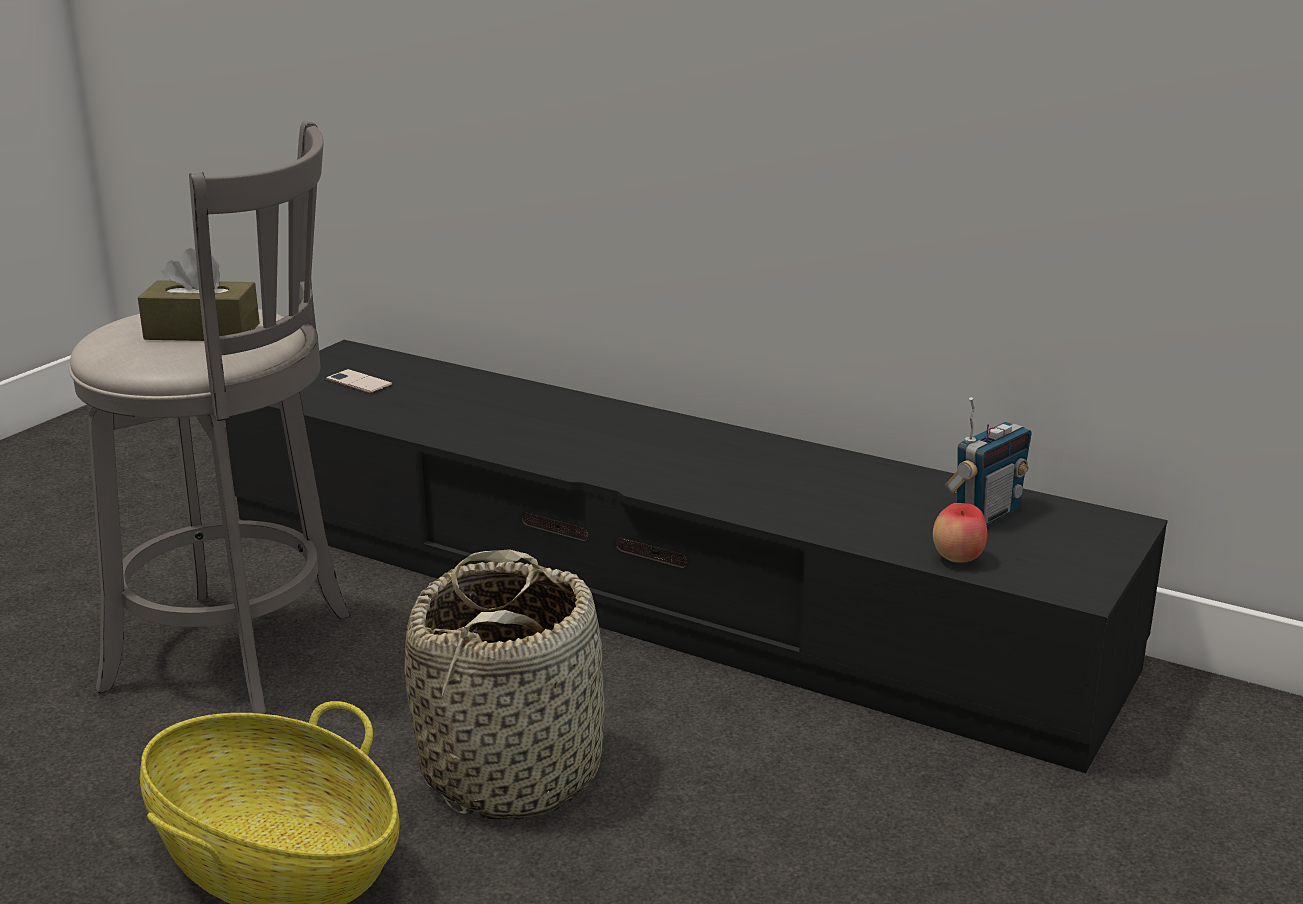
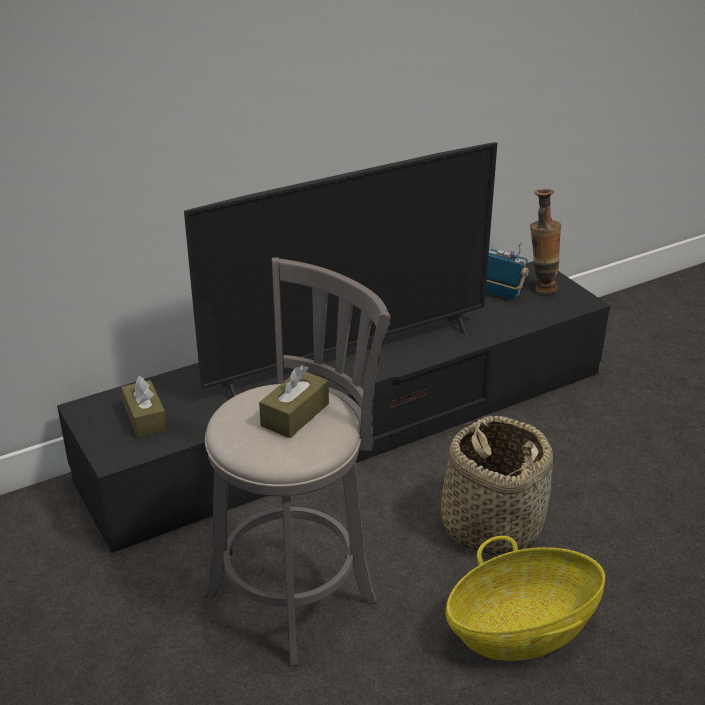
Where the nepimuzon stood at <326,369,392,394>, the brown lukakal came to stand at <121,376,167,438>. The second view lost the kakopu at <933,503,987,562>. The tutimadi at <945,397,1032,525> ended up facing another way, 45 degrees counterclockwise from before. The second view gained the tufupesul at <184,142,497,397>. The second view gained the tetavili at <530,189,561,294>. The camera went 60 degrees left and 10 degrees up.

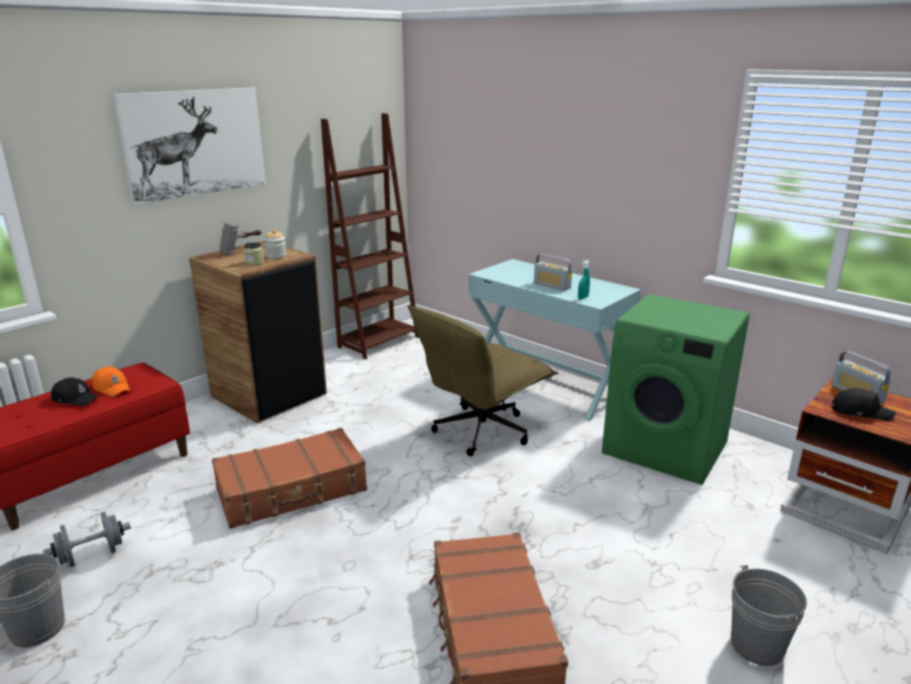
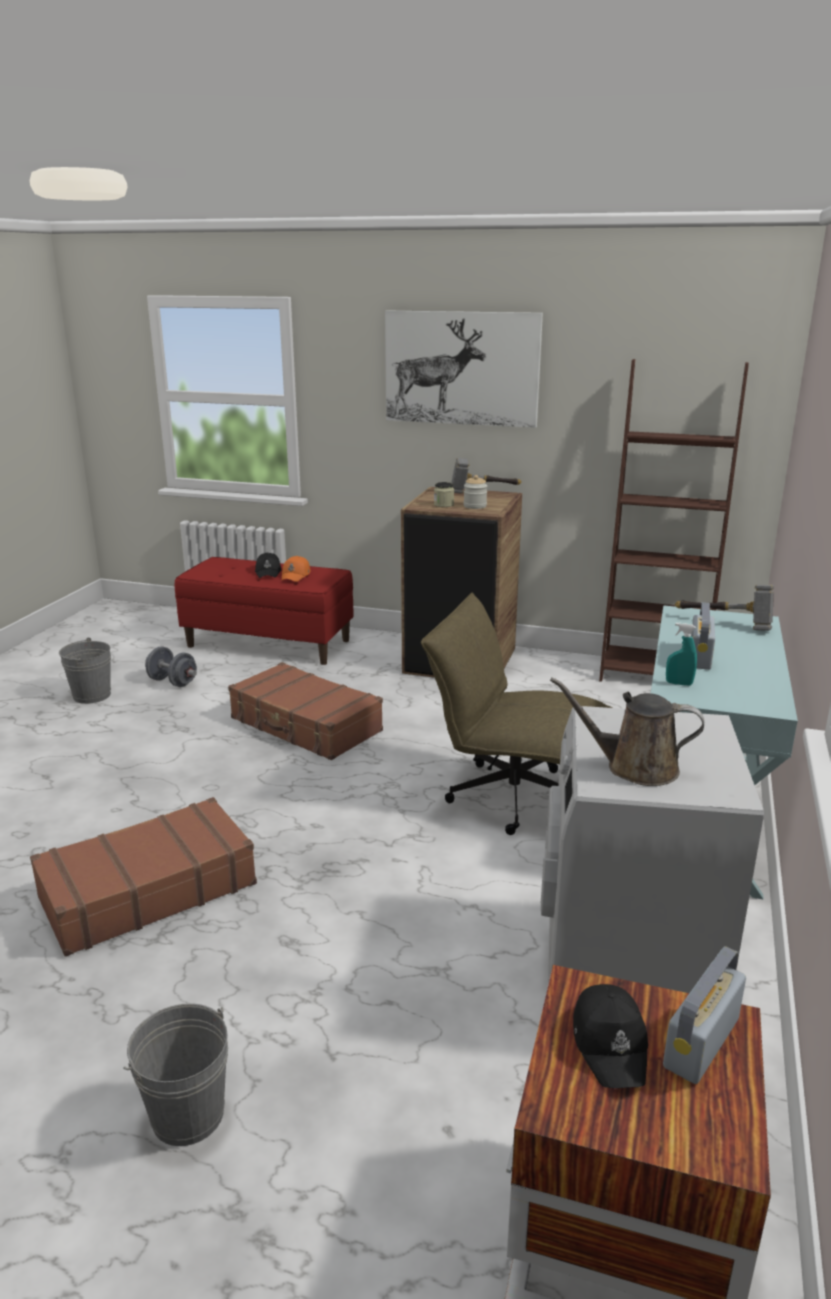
What was the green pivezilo at <602,294,750,485> turned into the white pivezilo at <541,706,764,993>. The second view gained the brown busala at <550,677,704,786>. The second view gained the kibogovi at <675,584,774,631>. The camera went 65 degrees right and 0 degrees up.

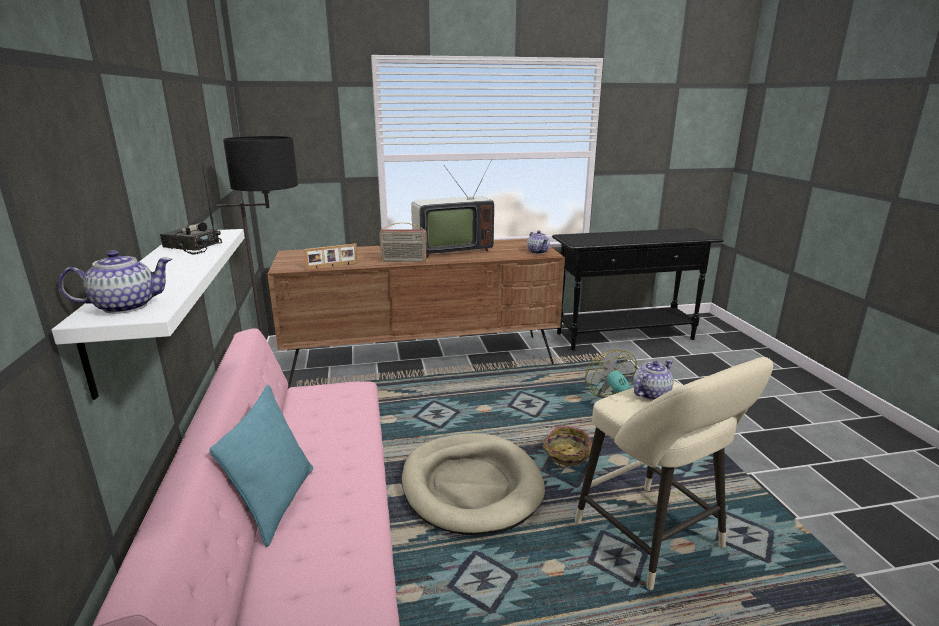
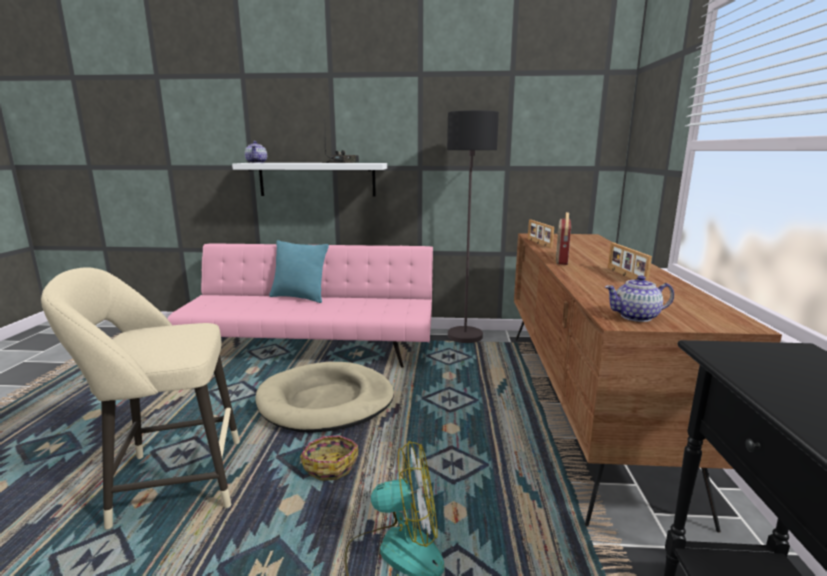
Where the tufupesul stood at <411,161,494,258>, the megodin came to stand at <608,242,652,281>. The second view lost the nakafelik at <633,360,673,400>. The camera went 105 degrees right and 5 degrees down.

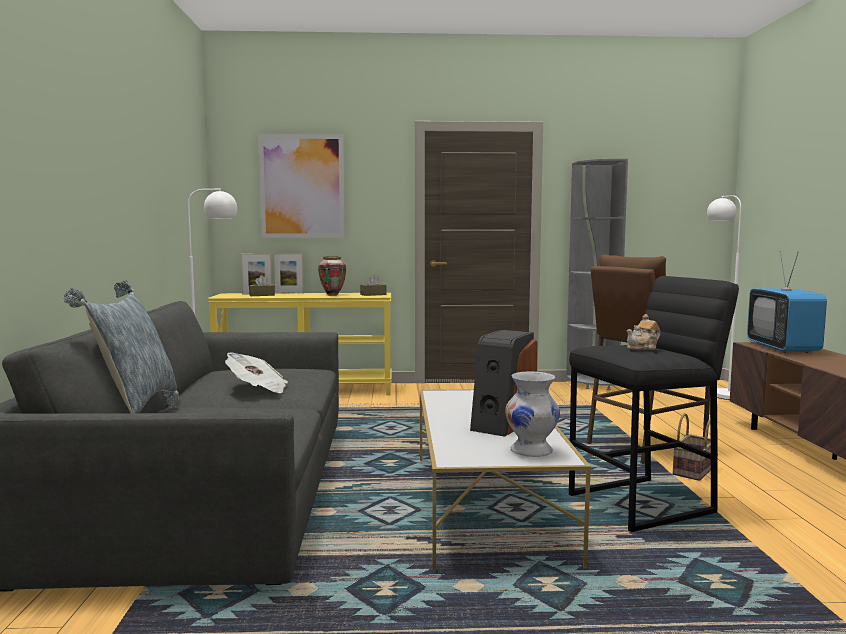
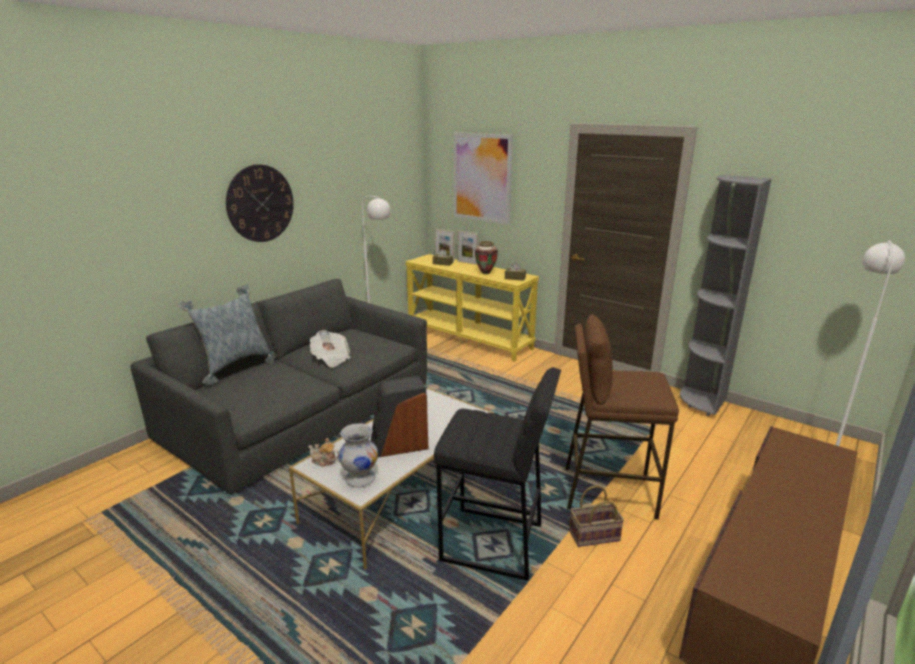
The nakafelik ended up elsewhere, having gone from <626,314,661,350> to <308,438,339,467>. The second view lost the tufupesul at <747,251,827,353>. The second view gained the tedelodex at <226,164,294,242>. The camera went 40 degrees right and 15 degrees up.

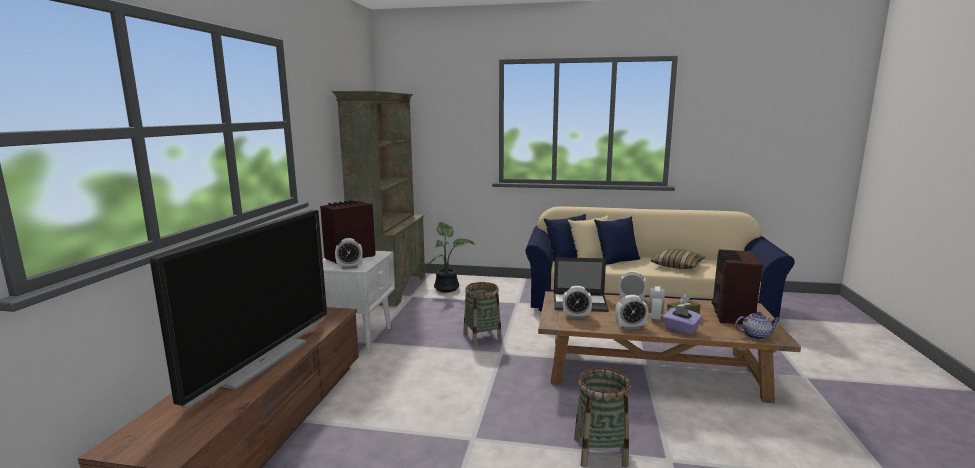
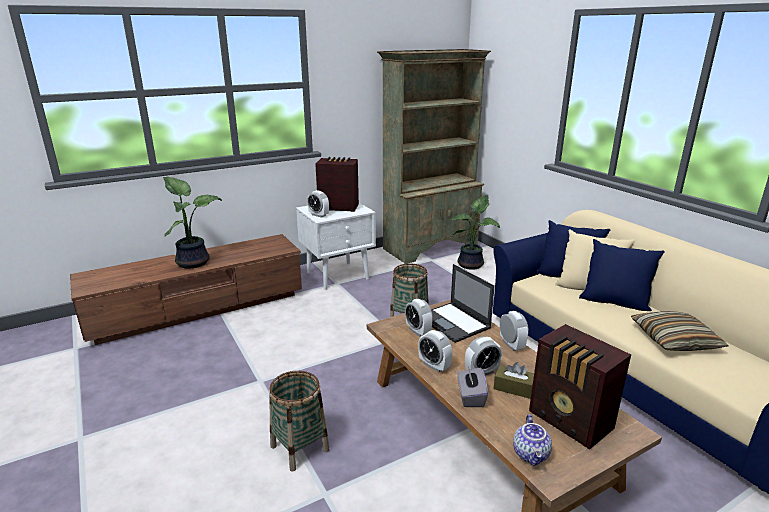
Where the tufupesul stood at <150,210,327,408>, the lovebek came to stand at <163,177,222,269>. What was the purple lukakal at <663,306,702,335> turned into the grey lukakal at <457,366,488,407>. The tutimadi at <712,249,762,325> ended up facing another way, 105 degrees counterclockwise from before. The nakafelik at <735,312,781,340> ended up facing another way, 45 degrees clockwise from before. The camera went 50 degrees right and 10 degrees up.

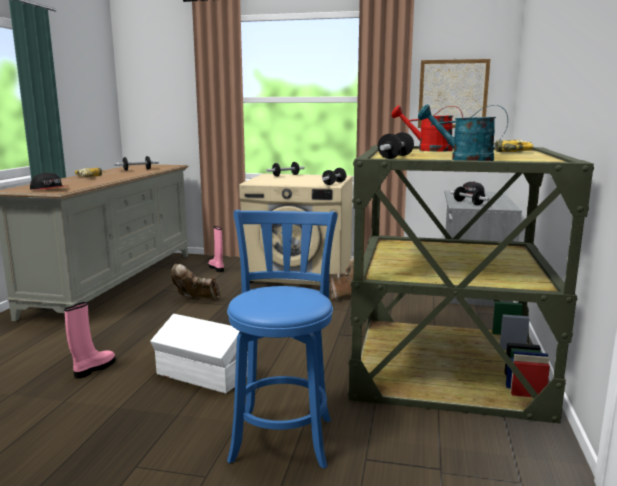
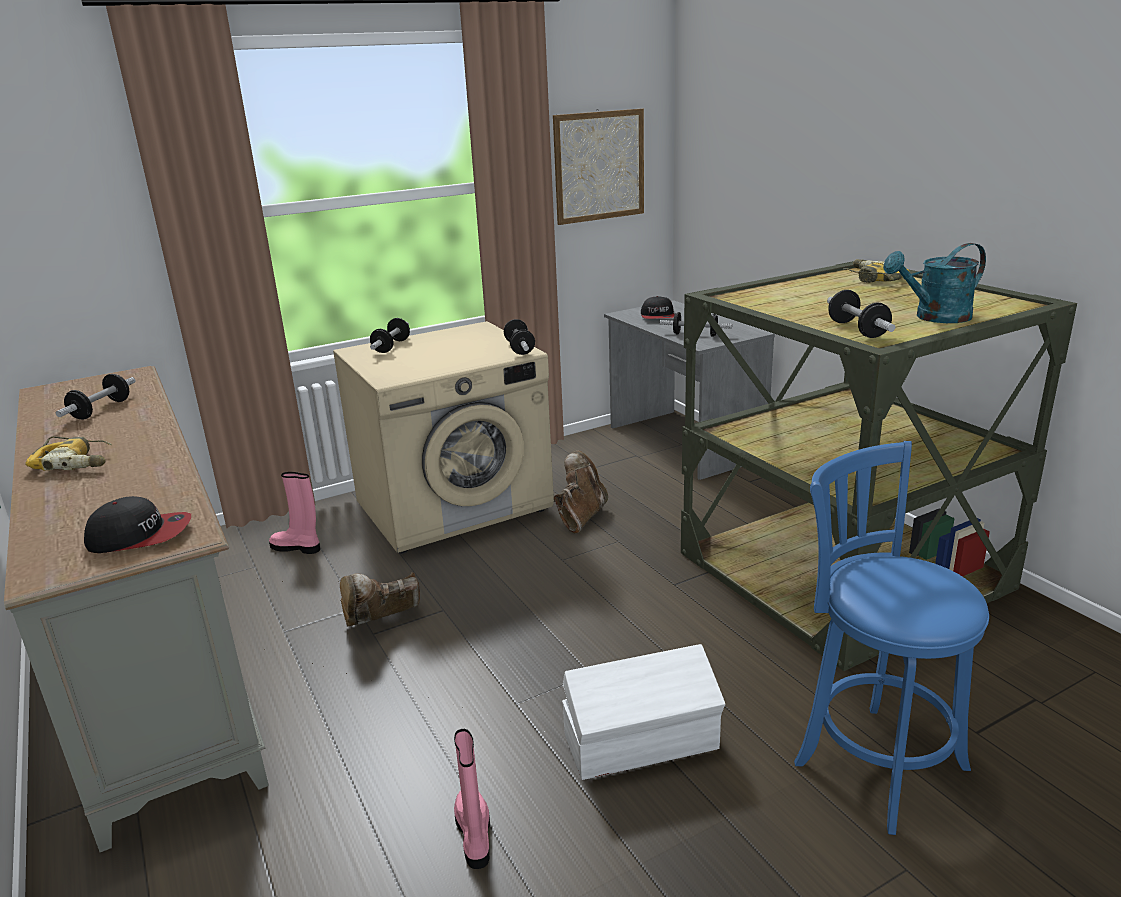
The second view lost the red busala at <392,105,463,152>. The camera went 40 degrees left and 10 degrees up.

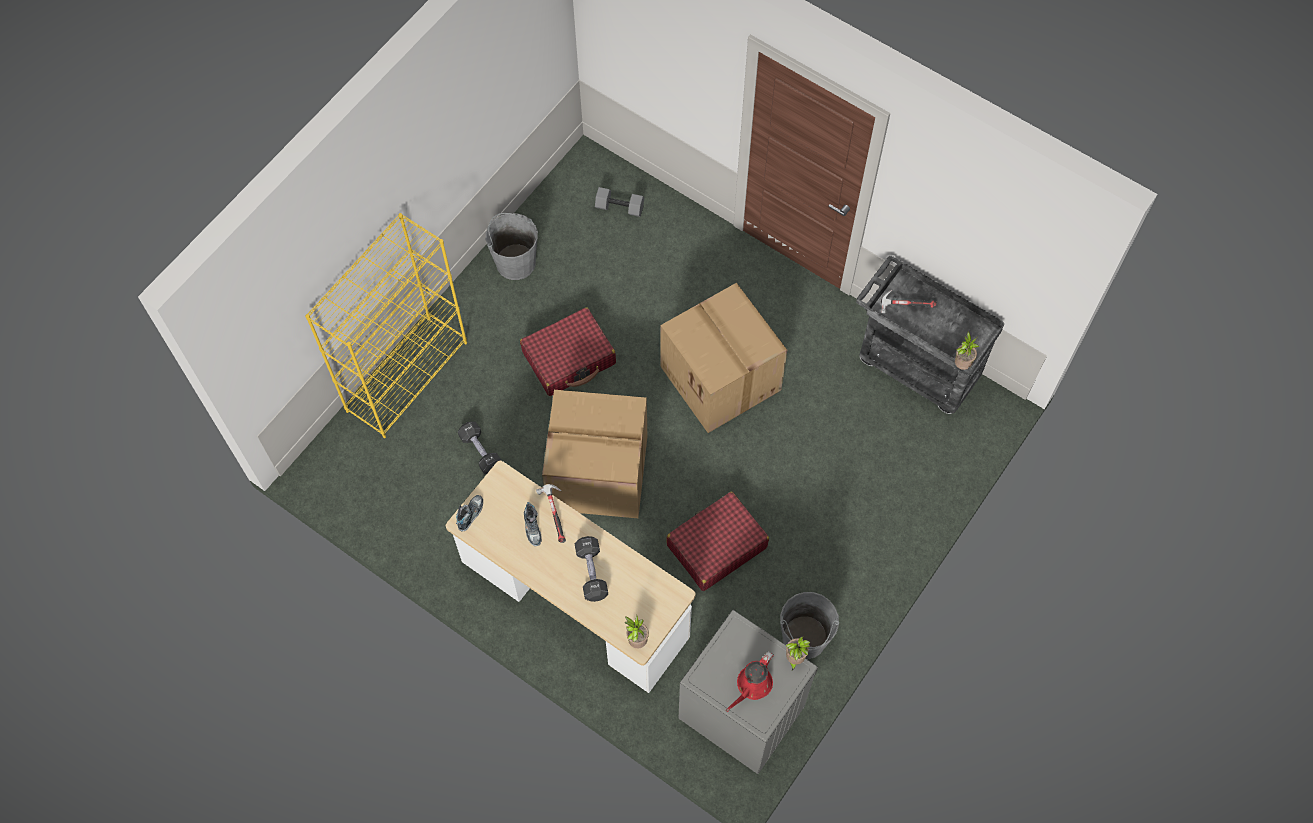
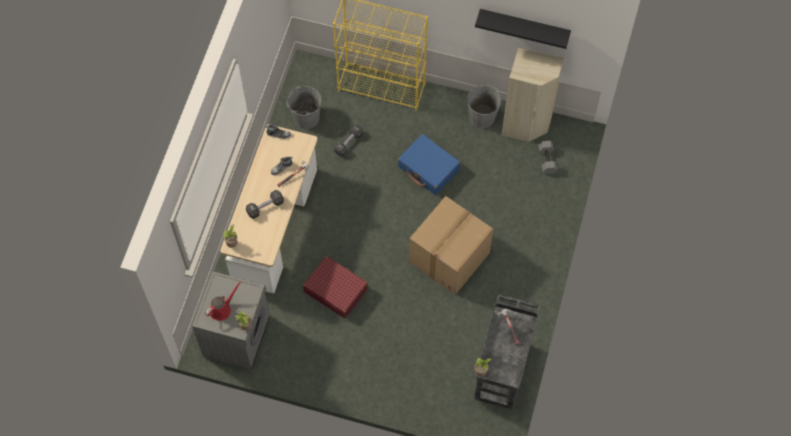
What was the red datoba at <520,307,616,396> turned into the blue datoba at <398,134,460,195>. The second view lost the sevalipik at <542,390,647,518>. The red busala at <726,651,774,712> ended up facing another way, 120 degrees clockwise from before. The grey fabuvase ended up elsewhere, having gone from <780,592,839,659> to <286,86,321,129>. The second view gained the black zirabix at <475,9,571,49>. The second view gained the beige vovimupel at <501,48,564,142>. The camera went 70 degrees right and 0 degrees up.

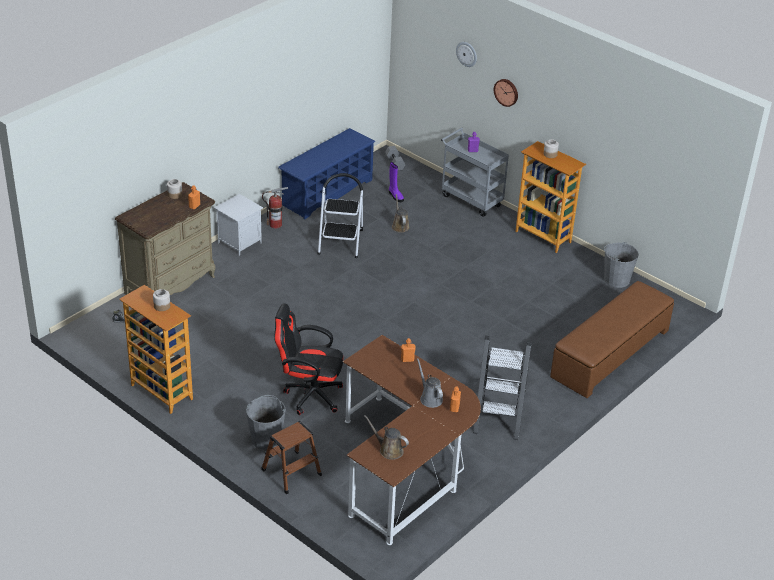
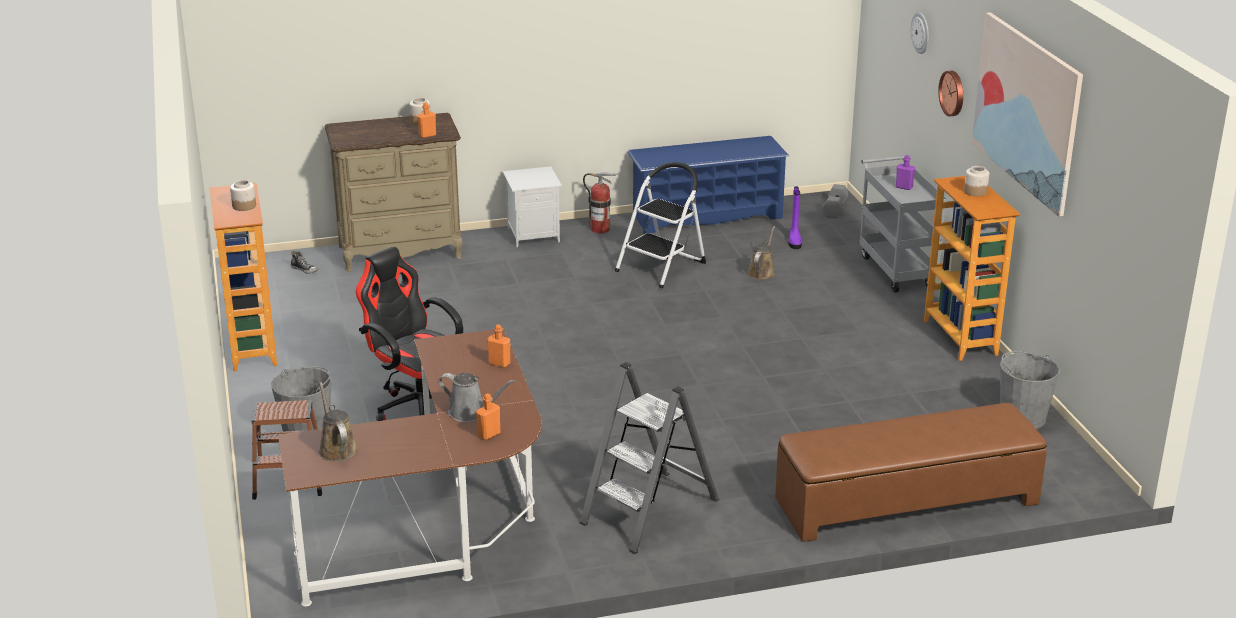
The grey busala at <417,358,443,408> ended up facing another way, 105 degrees clockwise from before. The second view gained the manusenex at <972,12,1083,216>. The camera went 35 degrees right and 10 degrees down.

